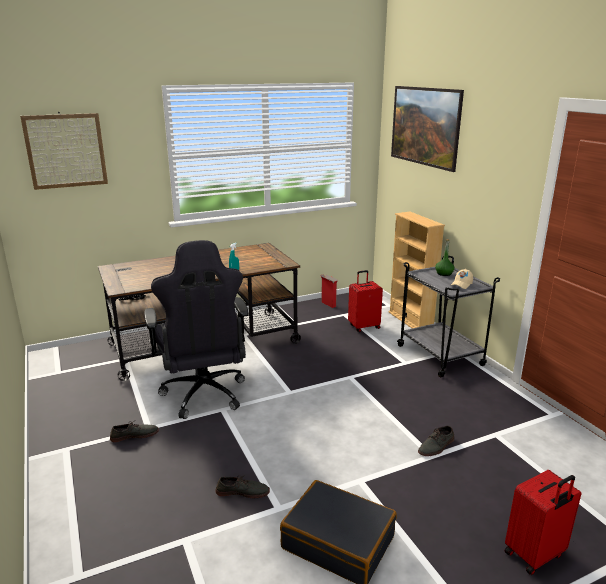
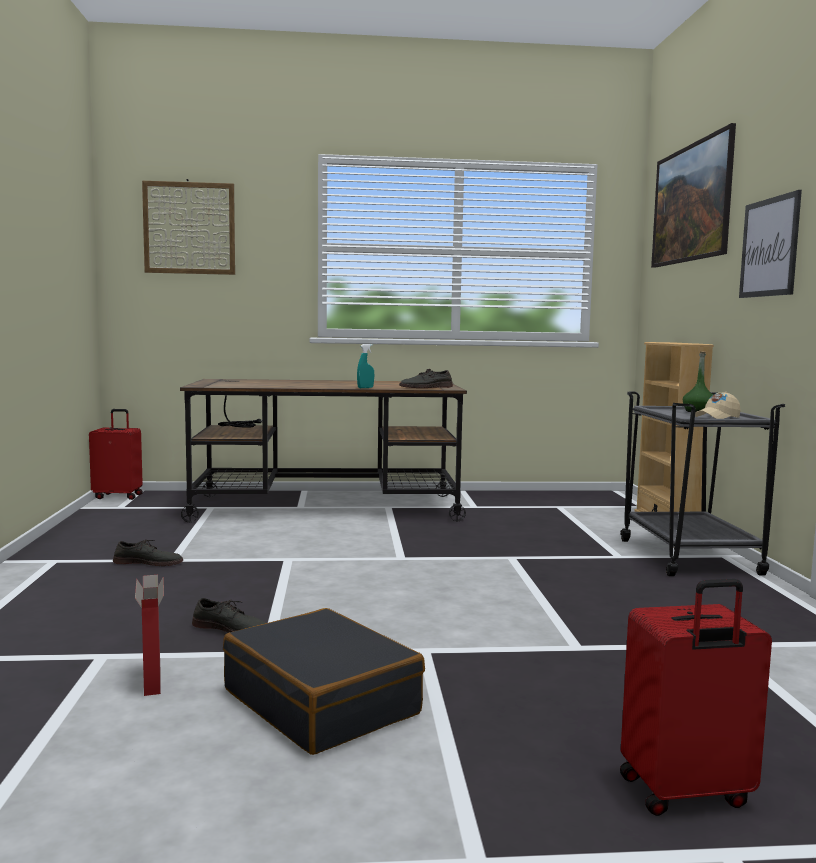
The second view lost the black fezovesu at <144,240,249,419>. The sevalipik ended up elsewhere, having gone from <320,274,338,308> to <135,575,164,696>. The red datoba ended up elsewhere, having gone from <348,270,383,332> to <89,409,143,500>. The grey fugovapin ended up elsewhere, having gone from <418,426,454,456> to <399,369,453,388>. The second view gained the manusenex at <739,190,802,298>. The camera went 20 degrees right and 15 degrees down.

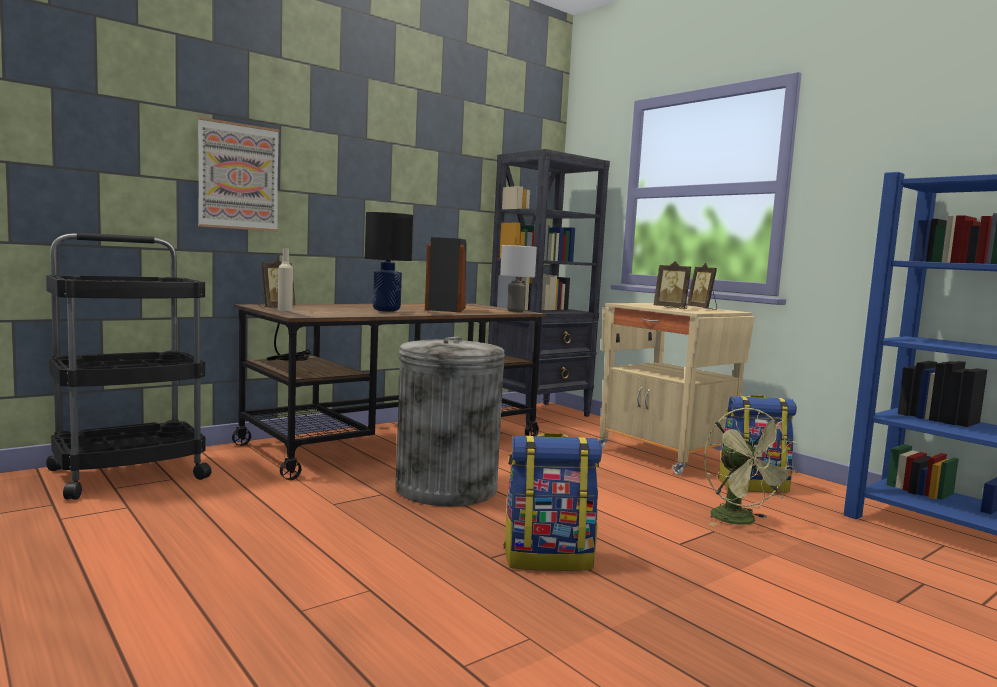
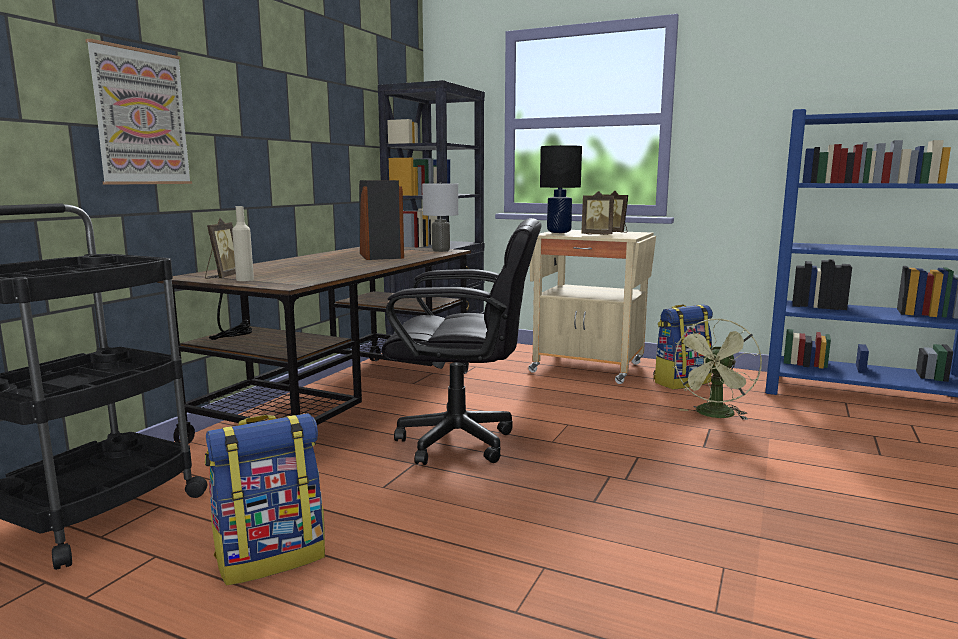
The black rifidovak ended up elsewhere, having gone from <365,212,413,312> to <540,145,582,233>. Where the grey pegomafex stood at <395,337,505,506>, the black fezovesu came to stand at <382,218,542,465>. The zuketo ended up elsewhere, having gone from <503,433,602,571> to <205,413,325,585>. The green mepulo at <704,407,798,526> ended up facing another way, 75 degrees clockwise from before. The camera went 25 degrees left and 5 degrees up.

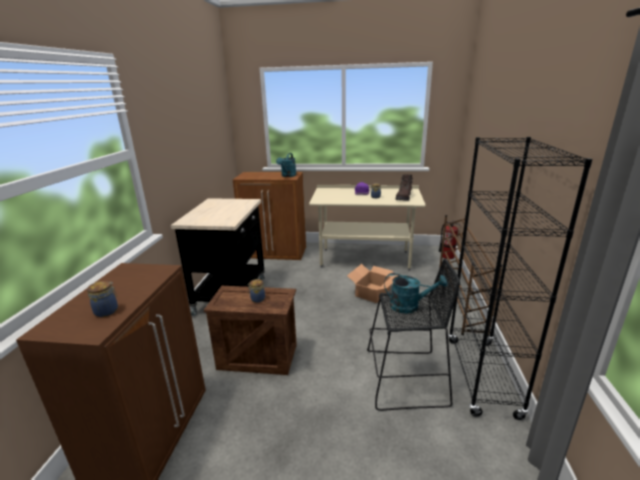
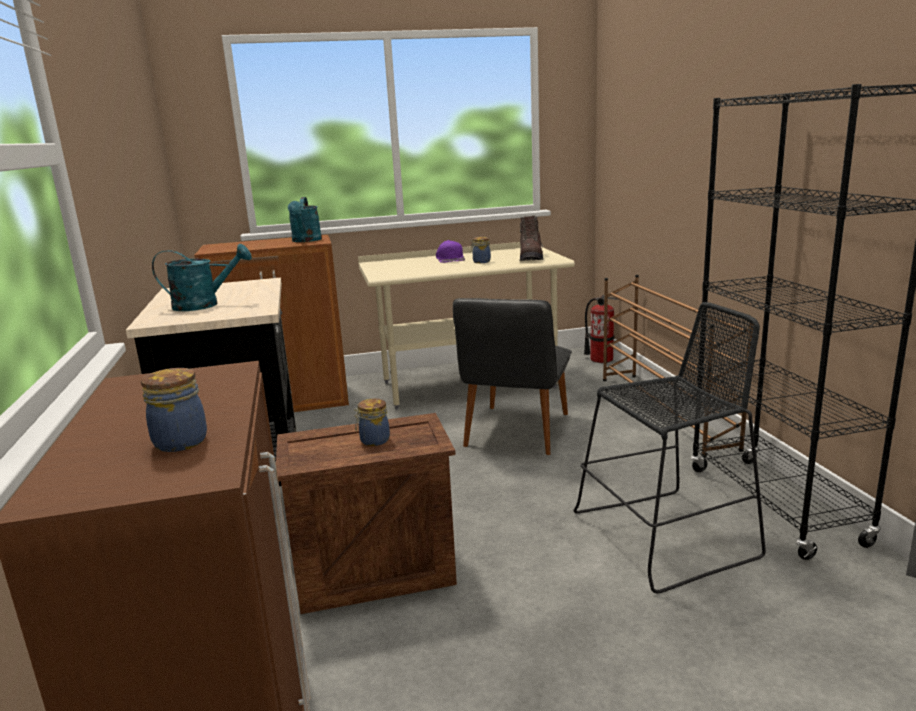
Where the sevalipik stood at <347,264,398,303>, the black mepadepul came to stand at <453,298,572,455>. The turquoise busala ended up elsewhere, having gone from <384,273,448,313> to <152,244,252,311>. The camera went 20 degrees left and 5 degrees down.

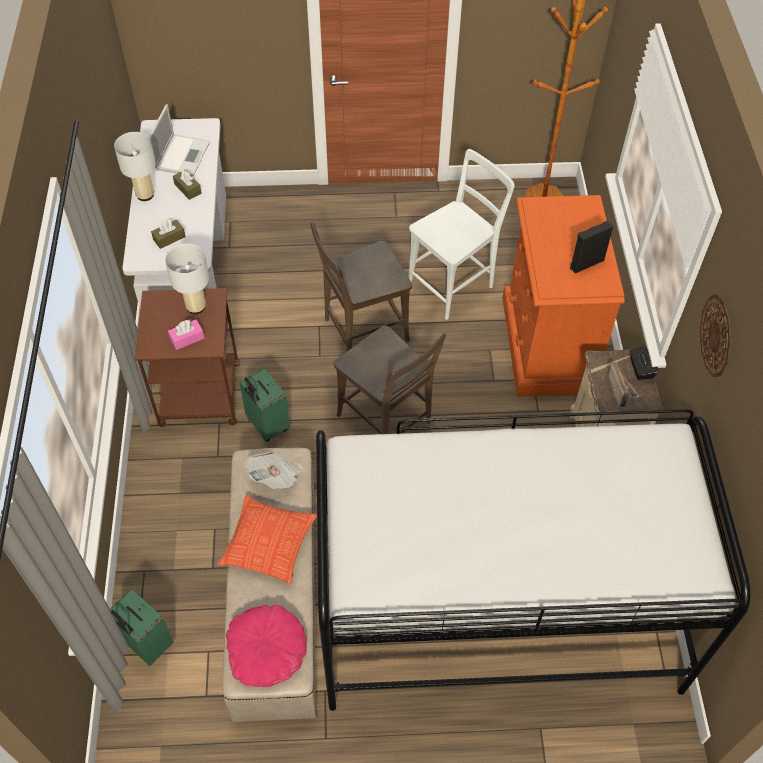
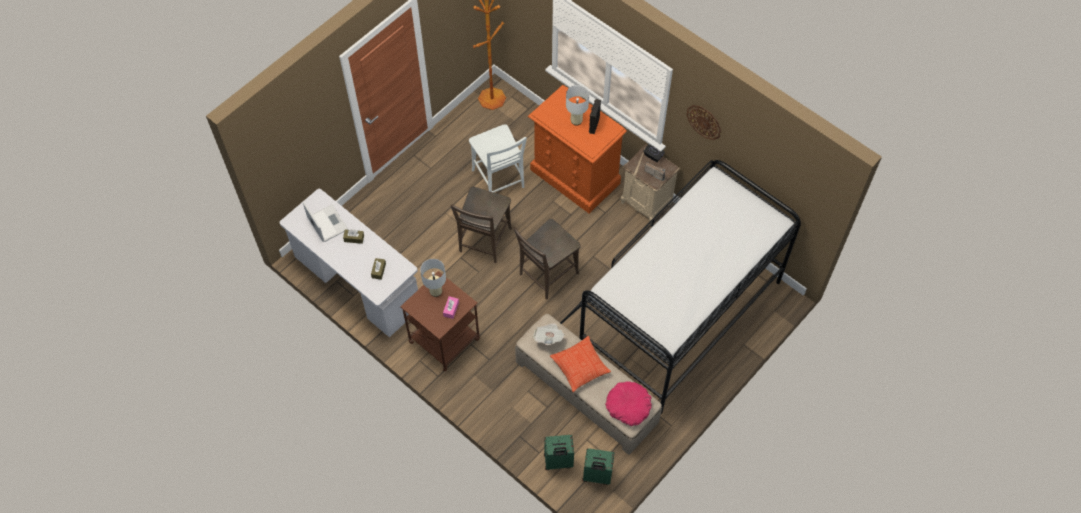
The white rifidovak ended up elsewhere, having gone from <114,132,156,201> to <566,85,589,126>. The green datoba ended up elsewhere, having gone from <239,368,290,442> to <583,448,615,485>. The brown mepadepul at <334,326,446,434> ended up facing another way, 135 degrees clockwise from before. The white mepadepul at <408,149,515,320> ended up facing another way, 150 degrees clockwise from before. The camera went 45 degrees left and 5 degrees up.

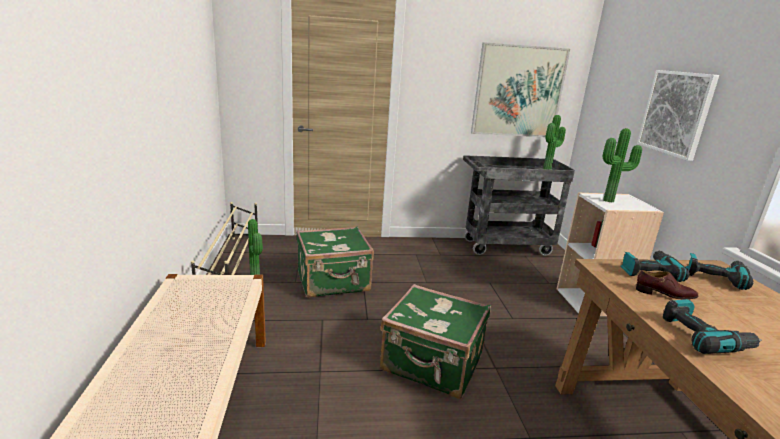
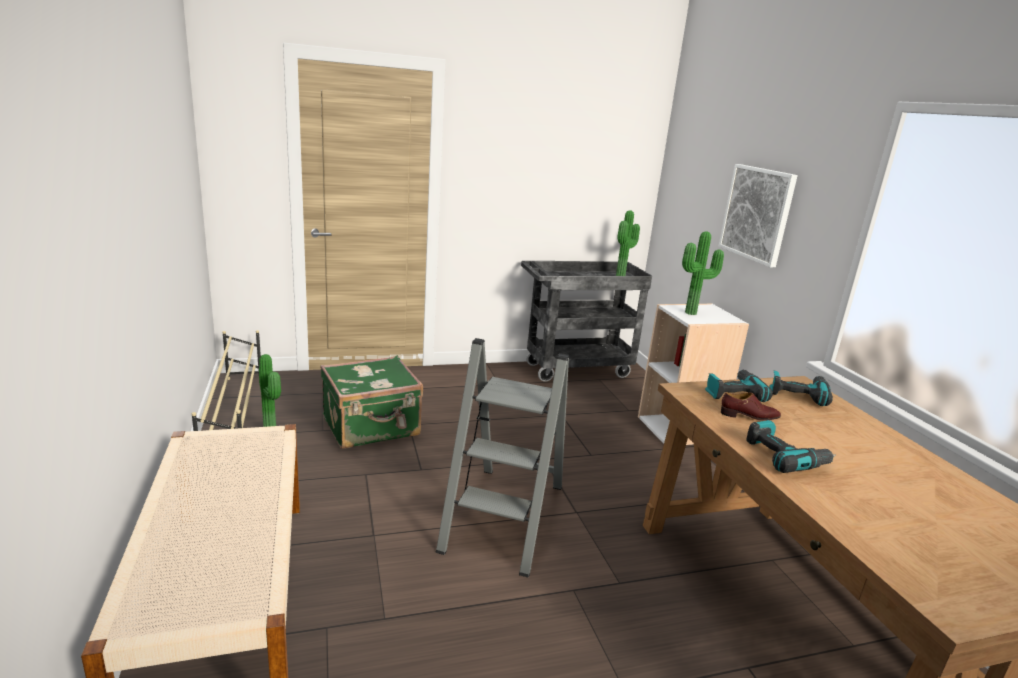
Where the green datoba stood at <380,284,491,399>, the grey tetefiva came to stand at <435,338,569,577>. The second view lost the manusenex at <471,42,570,137>. The camera went 10 degrees left and 0 degrees up.

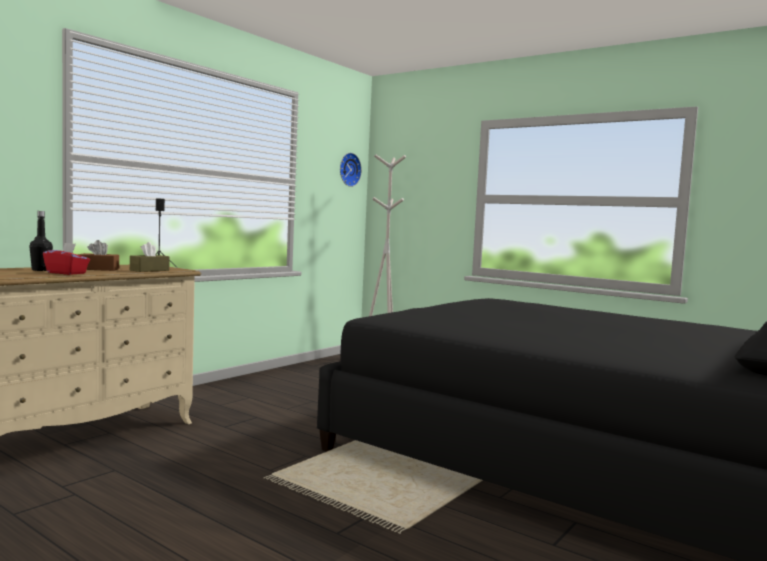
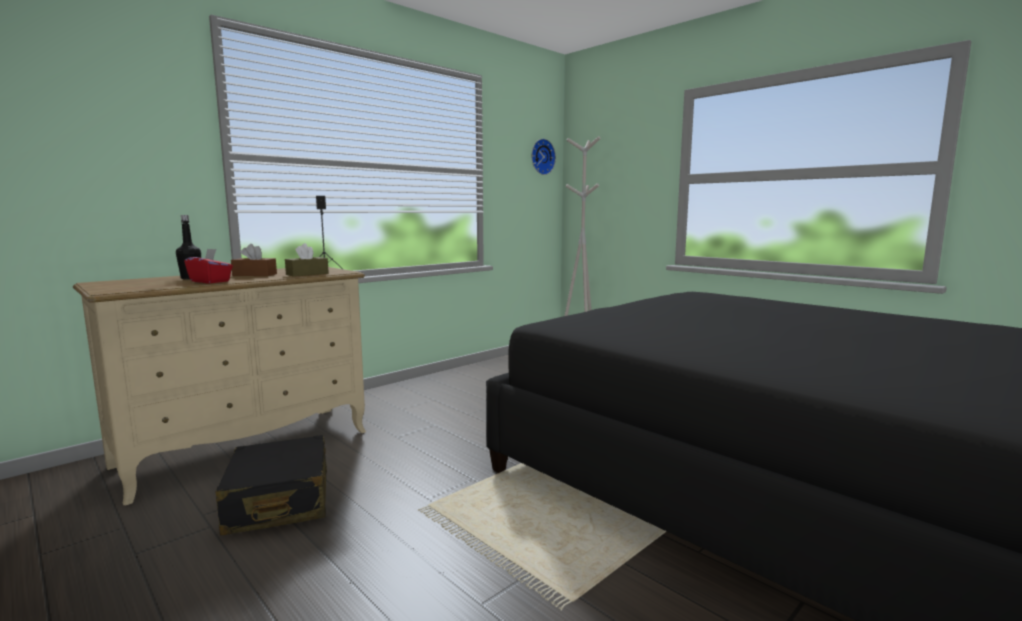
The second view gained the black datoba at <216,435,327,536>. The camera went 10 degrees right and 5 degrees up.

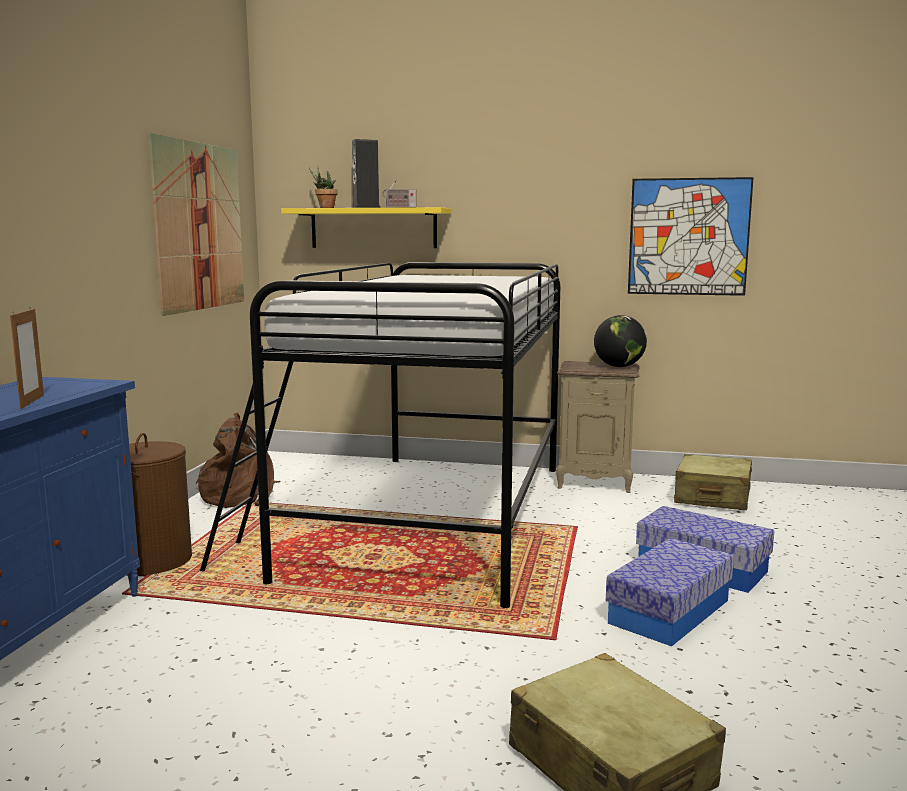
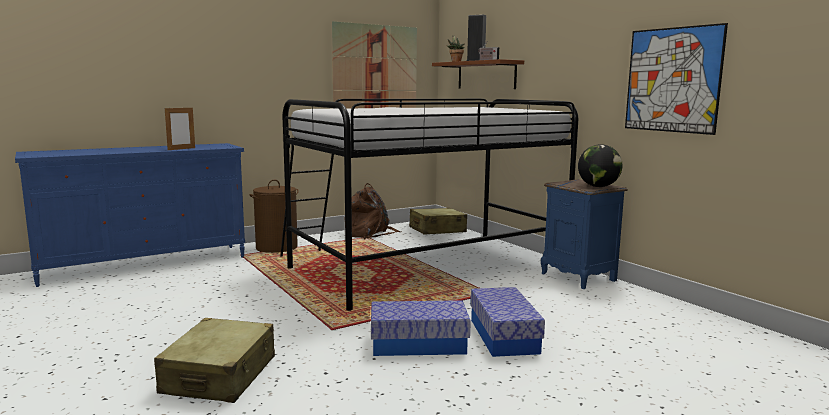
What was the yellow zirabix at <281,207,451,248> turned into the brown zirabix at <432,59,524,89>. What was the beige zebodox at <556,361,640,493> turned into the blue zebodox at <541,179,628,289>. The beige datoba ended up elsewhere, having gone from <674,454,752,510> to <409,208,467,235>. The camera went 45 degrees right and 0 degrees up.

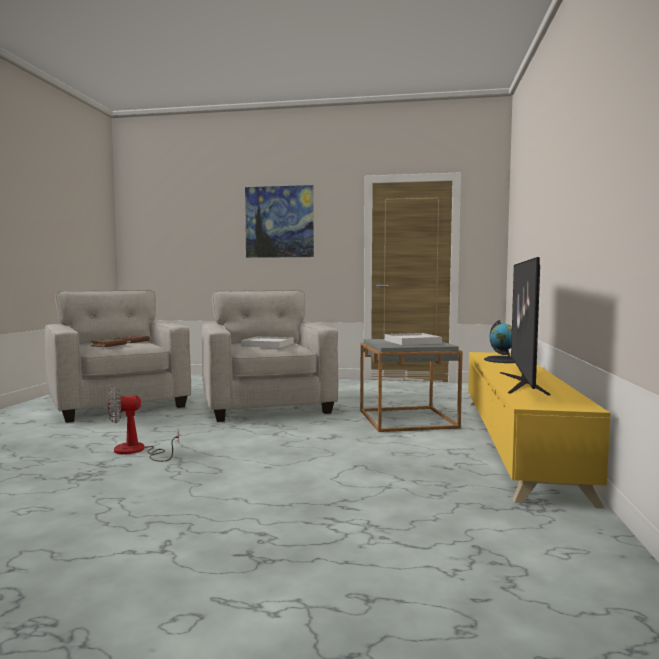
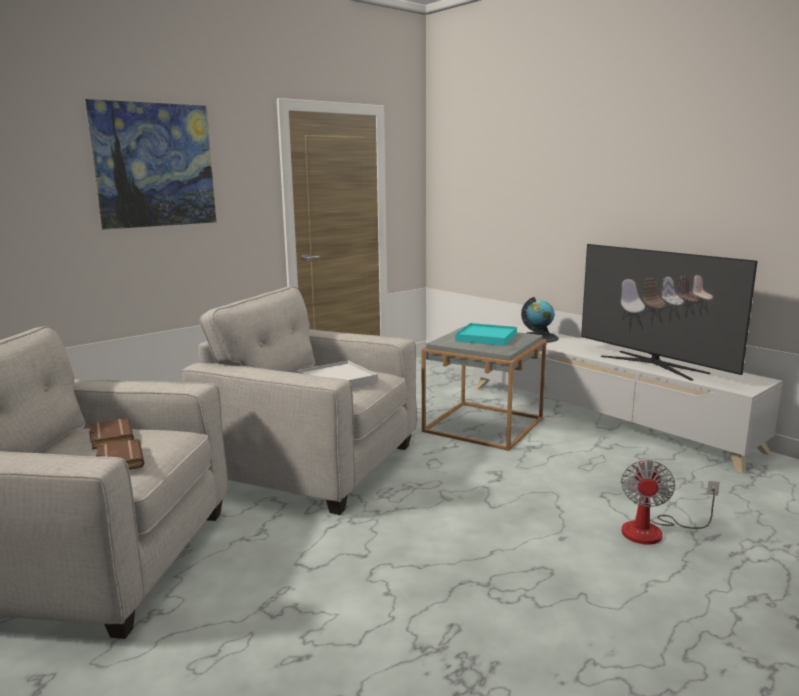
The mepulo ended up elsewhere, having gone from <108,387,179,462> to <621,460,720,545>. What was the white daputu at <385,333,442,345> turned into the turquoise daputu at <455,323,517,346>. What was the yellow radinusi at <468,352,610,508> turned into the white radinusi at <473,323,783,473>. The camera went 50 degrees left and 10 degrees up.

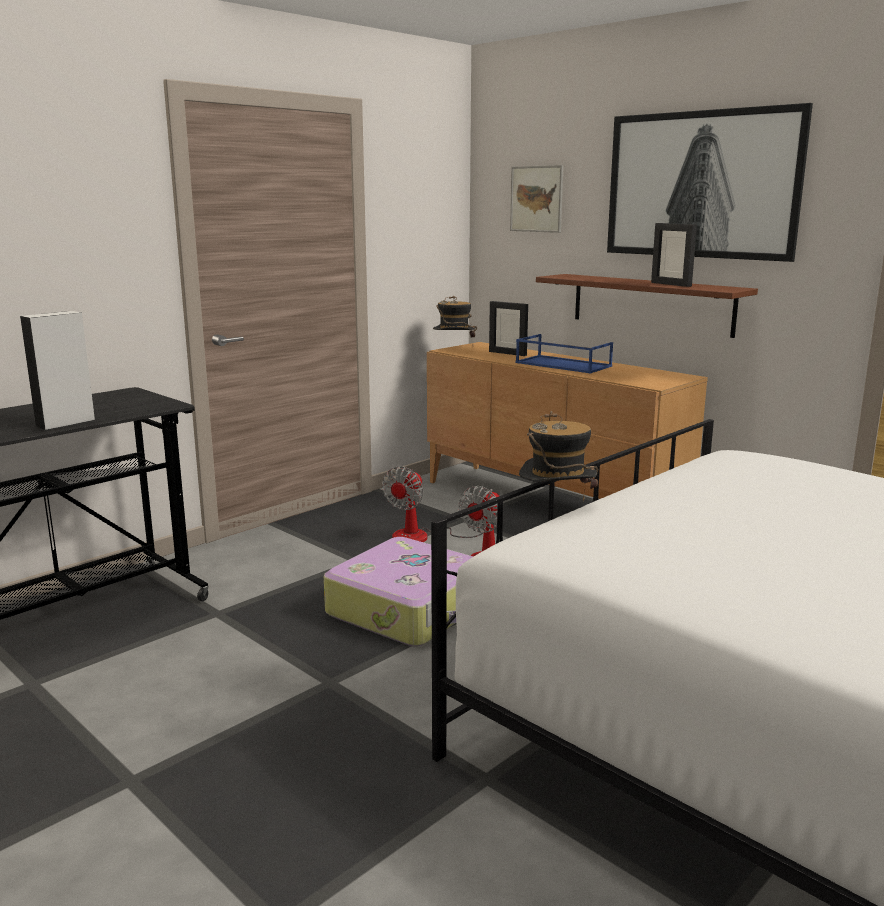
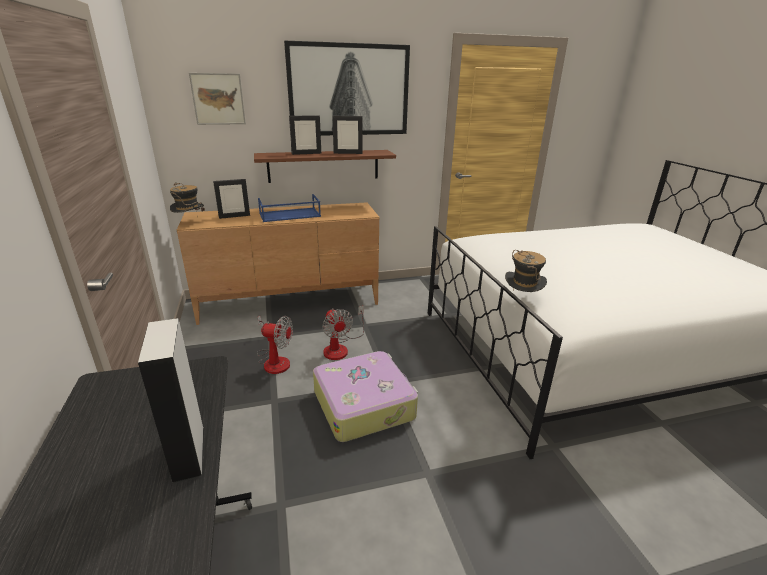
The mepulo at <382,466,483,542> ended up facing another way, 45 degrees counterclockwise from before. The second view gained the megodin at <289,115,321,155>. The camera went 60 degrees left and 10 degrees up.

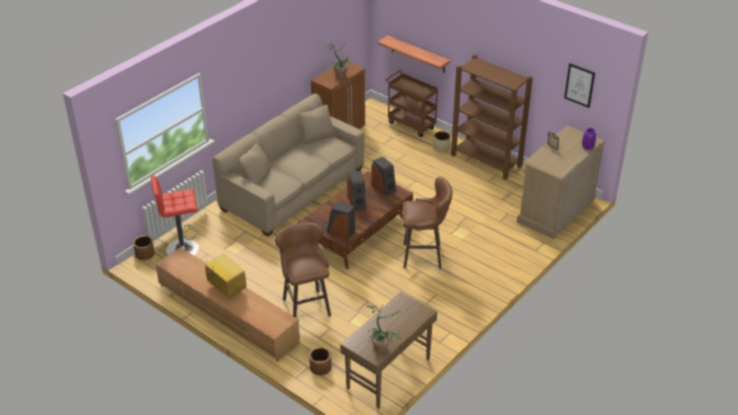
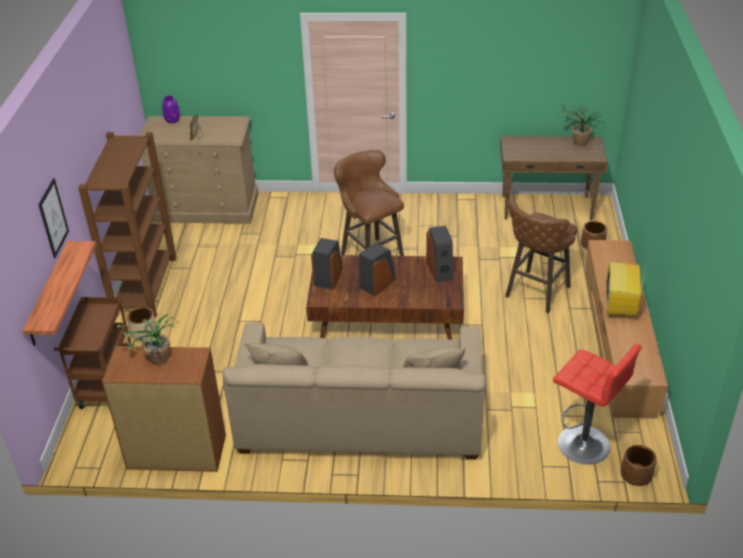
The manusenex ended up elsewhere, having gone from <564,63,595,108> to <38,178,69,258>. The camera went 125 degrees left and 0 degrees up.

